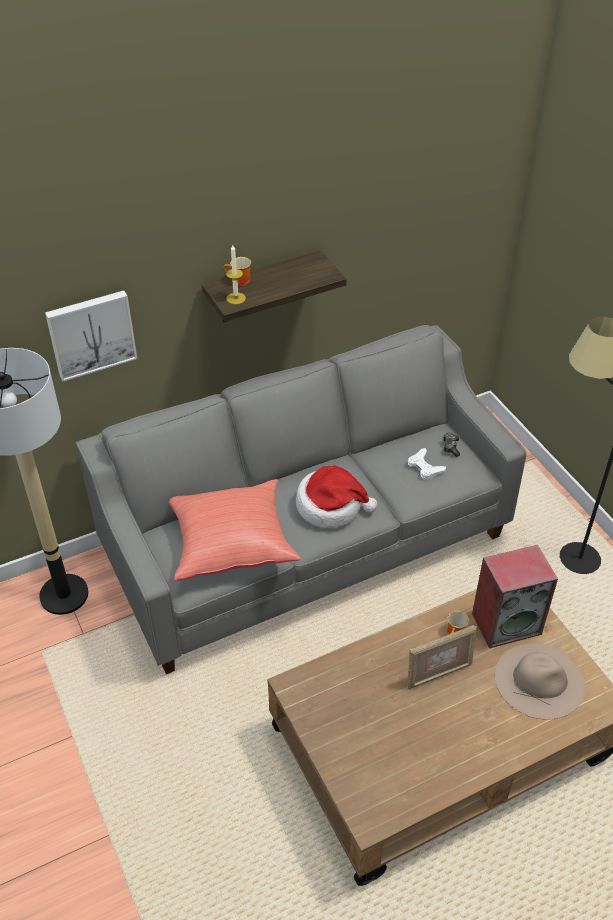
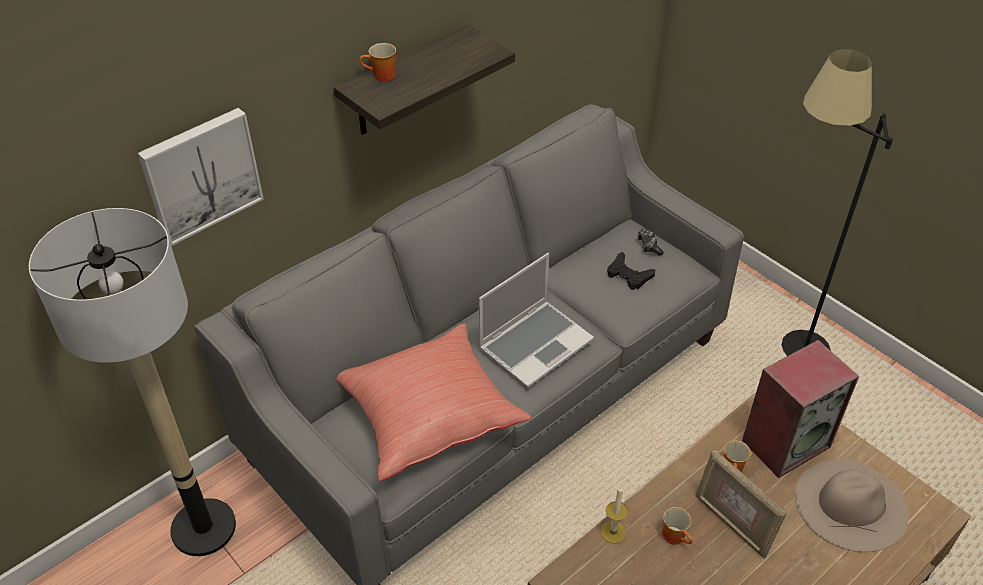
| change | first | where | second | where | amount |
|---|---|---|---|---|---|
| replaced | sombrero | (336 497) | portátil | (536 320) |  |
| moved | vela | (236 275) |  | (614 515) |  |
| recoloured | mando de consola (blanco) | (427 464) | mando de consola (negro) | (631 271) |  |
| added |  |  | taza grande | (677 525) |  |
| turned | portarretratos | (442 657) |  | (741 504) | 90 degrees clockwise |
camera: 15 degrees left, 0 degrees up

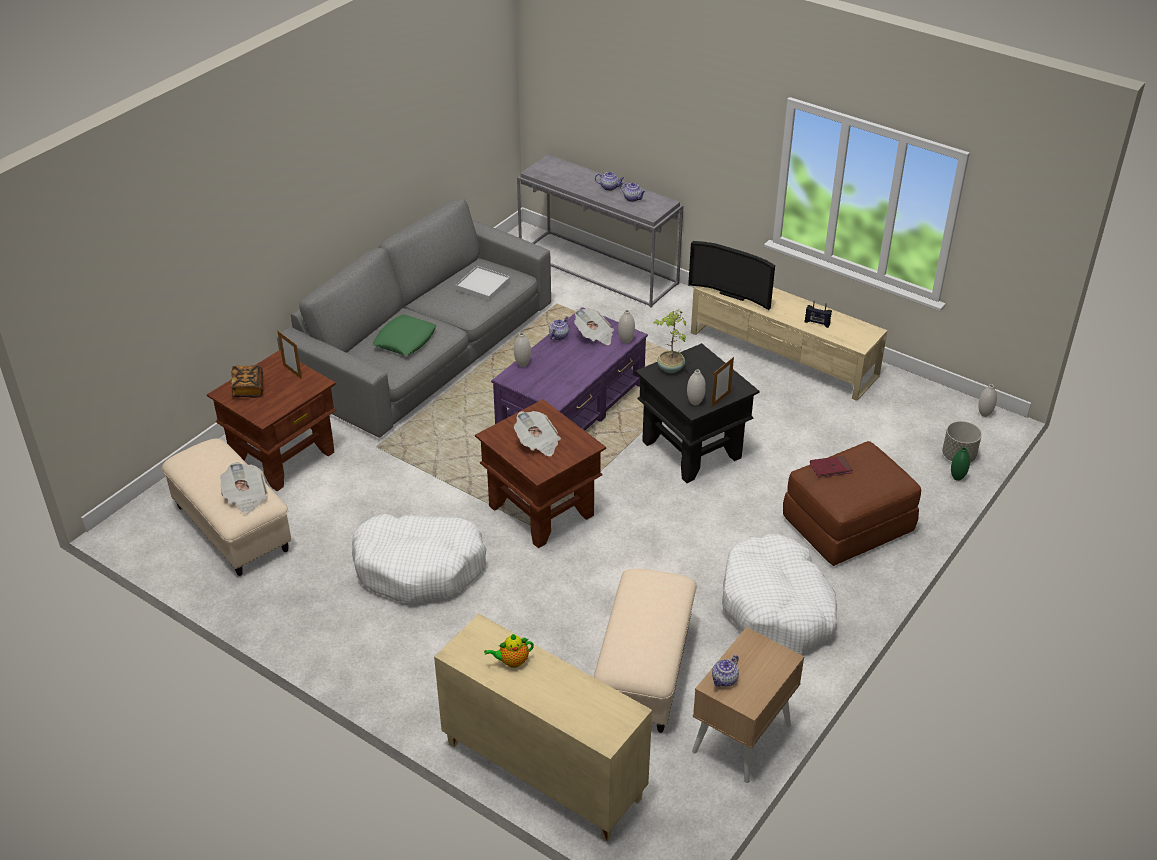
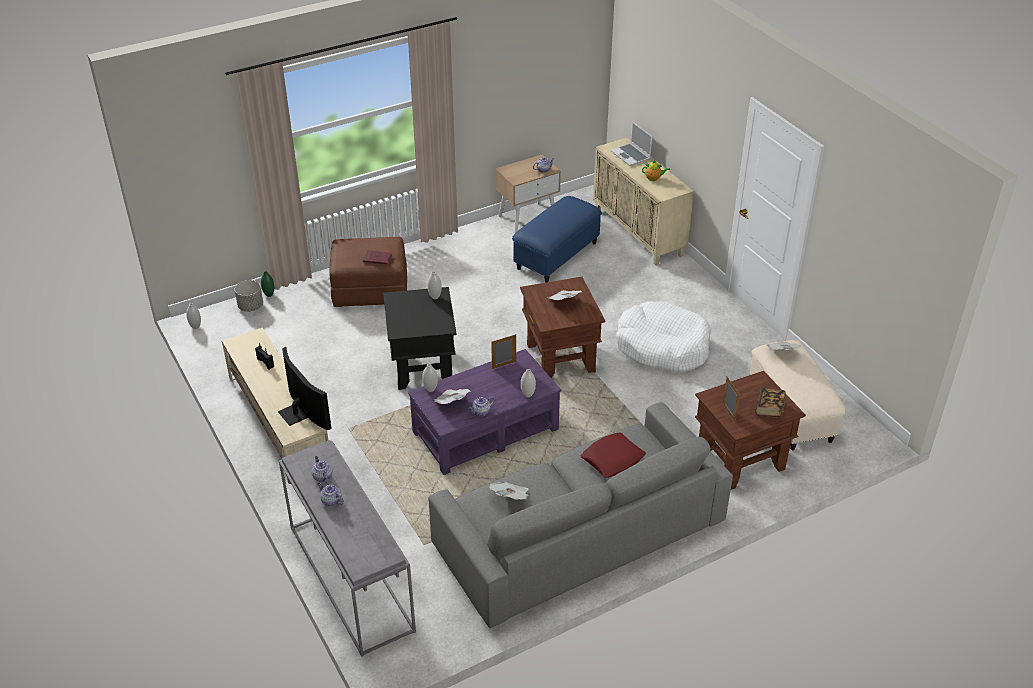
| change | first | where | second | where | amount |
|---|---|---|---|---|---|
| replaced | bandeja (blanco) | (483 283) | periódico | (509 491) |  |
| moved | portarretratos | (722 382) |  | (503 351) |  |
| recoloured | puf (beis) | (645 651) | puf (azul) | (557 239) |  |
| recoloured | cojín (verde) | (405 334) | cojín (rojo) | (613 455) |  |
| added |  |  | portátil | (631 144) |  |
| removed | planta en maceta | (670 341) |  |  |  |
| removed | cama para perro (blanco) | (779 593) |  |  |  |
camera: 155 degrees left, 0 degrees up

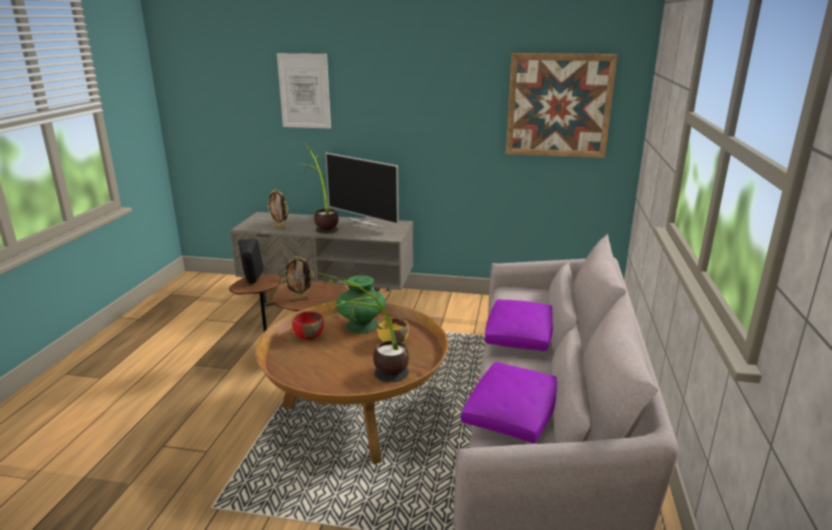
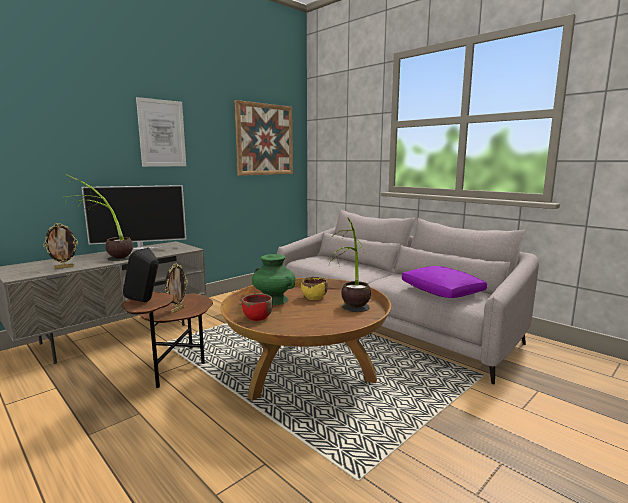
| change | first | where | second | where | amount |
|---|---|---|---|---|---|
| moved | cuadro | (304 91) |  | (161 132) |  |
| removed | cojín (morado) | (519 325) |  |  |  |
camera: 55 degrees left, 10 degrees down

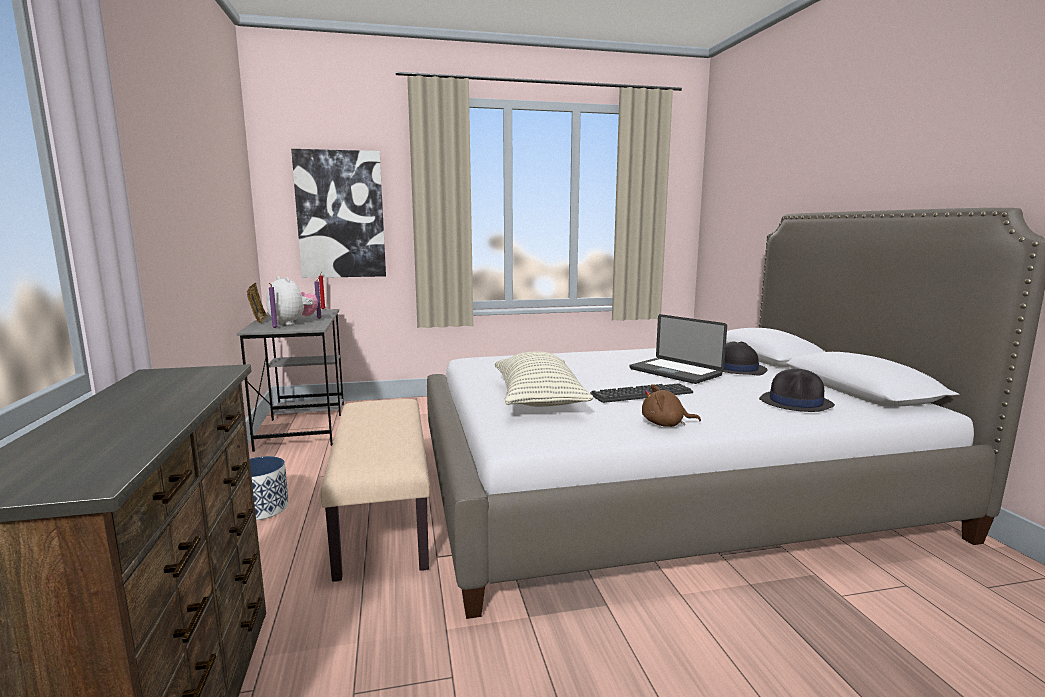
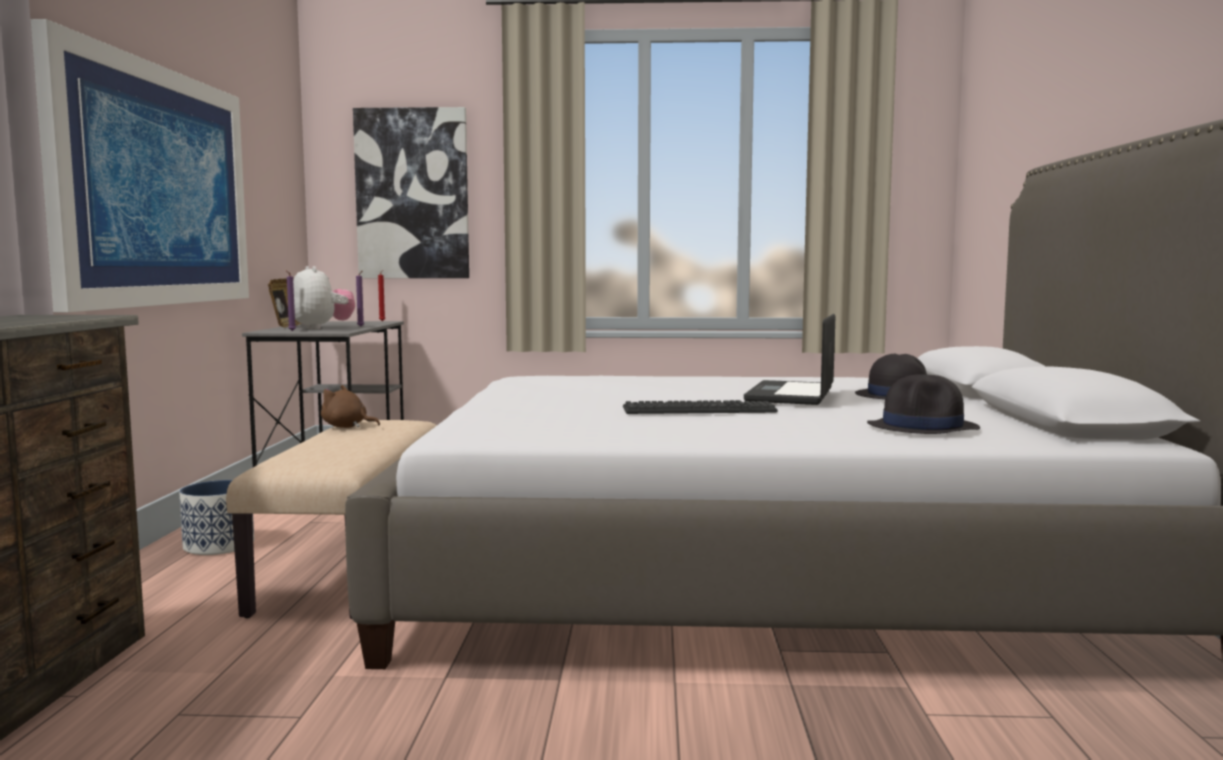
| change | first | where | second | where | amount |
|---|---|---|---|---|---|
| added |  |  | cuadro | (140 165) |  |
| moved | peluche (marrón) | (671 405) |  | (350 406) |  |
| turned | portátil | (678 349) |  | (789 359) | 45 degrees clockwise |
| removed | cojín | (543 379) |  |  |  |
camera: 15 degrees right, 5 degrees down

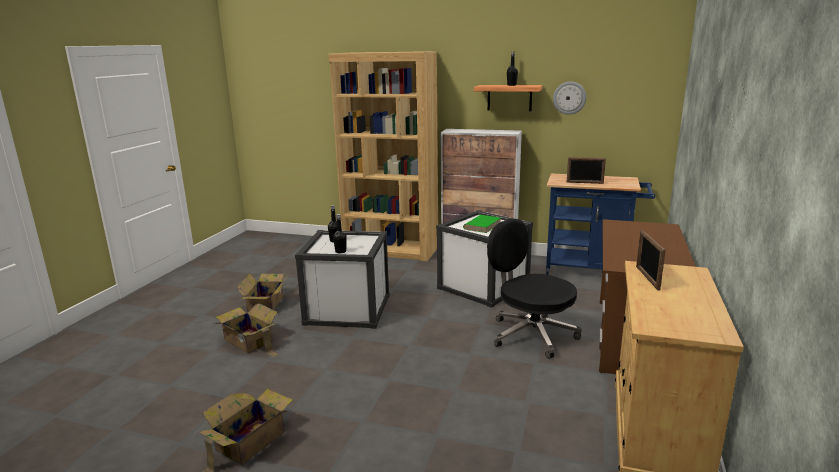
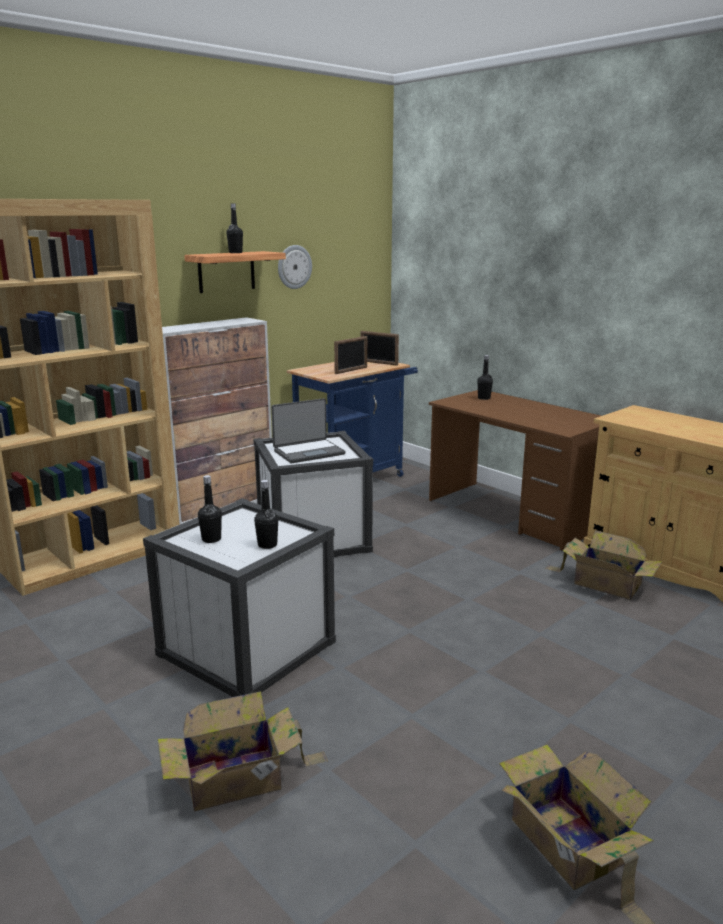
| change | first | where | second | where | amount |
|---|---|---|---|---|---|
| replaced | libro (verde) | (482 224) | portátil | (308 430) |  |
| moved | portarretratos | (651 260) |  | (379 348) |  |
| added |  |  | botella (negro) | (485 377) |  |
| moved | caja de cartón | (262 293) |  | (603 565) |  |
| removed | silla de oficina (negro) | (534 288) |  |  |  |
camera: 60 degrees left, 0 degrees up

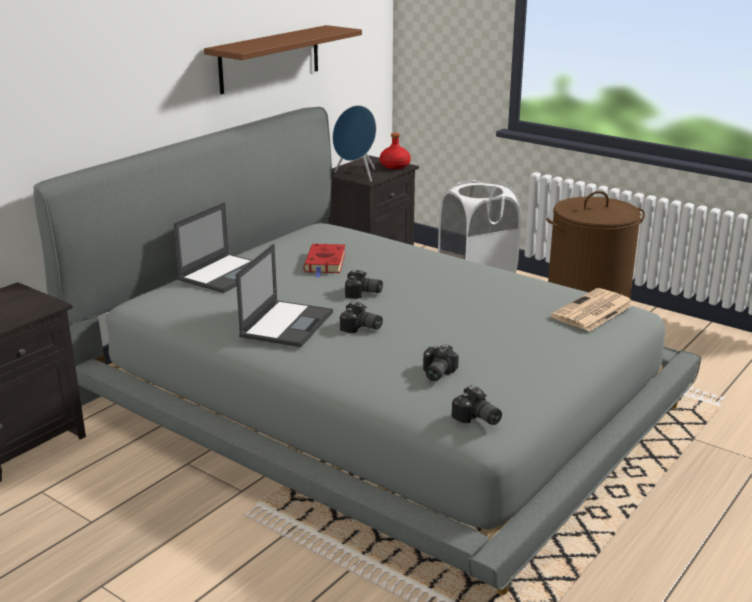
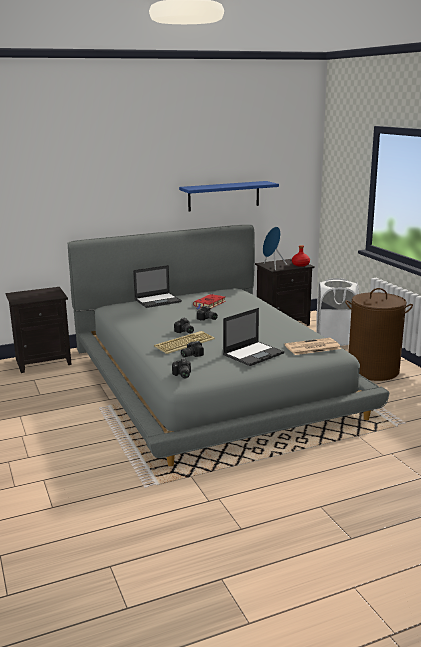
| change | first | where | second | where | amount |
|---|---|---|---|---|---|
| added |  |  | teclado | (184 342) |  |
| recoloured | estante (marrón) | (283 59) | estante (azul) | (229 196) |  |
| moved | portátil | (284 295) |  | (253 337) |  |
camera: 30 degrees right, 5 degrees down

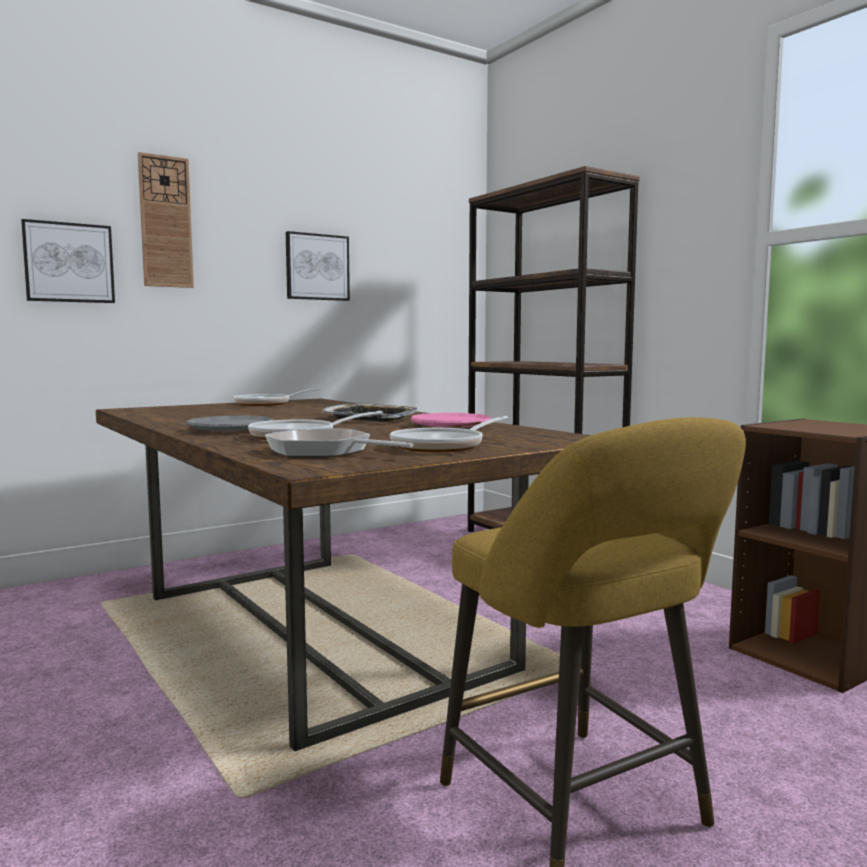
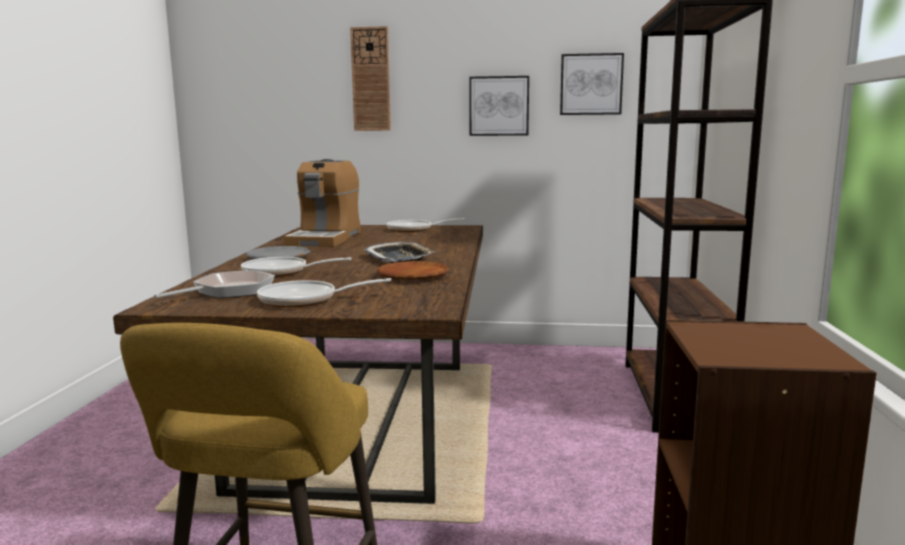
| change | first | where | second | where | amount |
|---|---|---|---|---|---|
| turned | sartén | (339 443) |  | (214 284) | 60 degrees clockwise |
| added |  |  | cafetera | (322 203) |  |
| recoloured | plato (rosa) | (451 420) | plato (marrón) | (413 270) |  |
| moved | cuadro | (68 261) |  | (592 84) |  |
camera: 40 degrees right, 5 degrees up

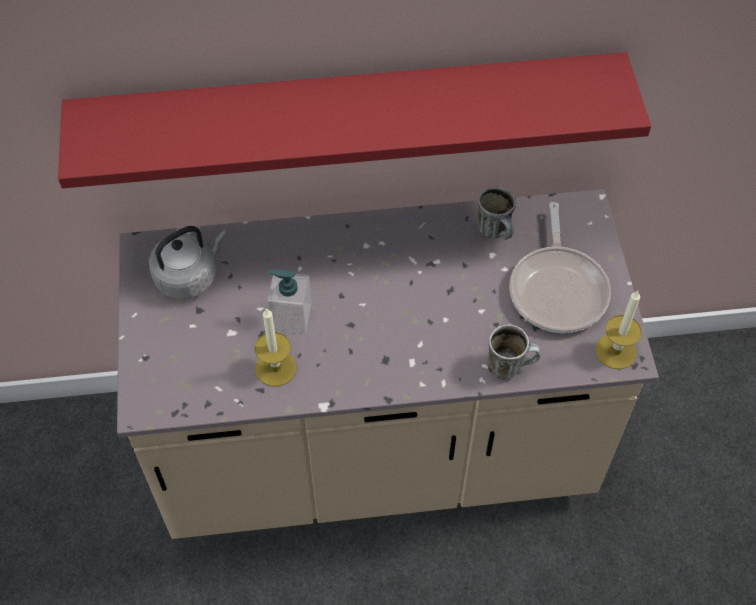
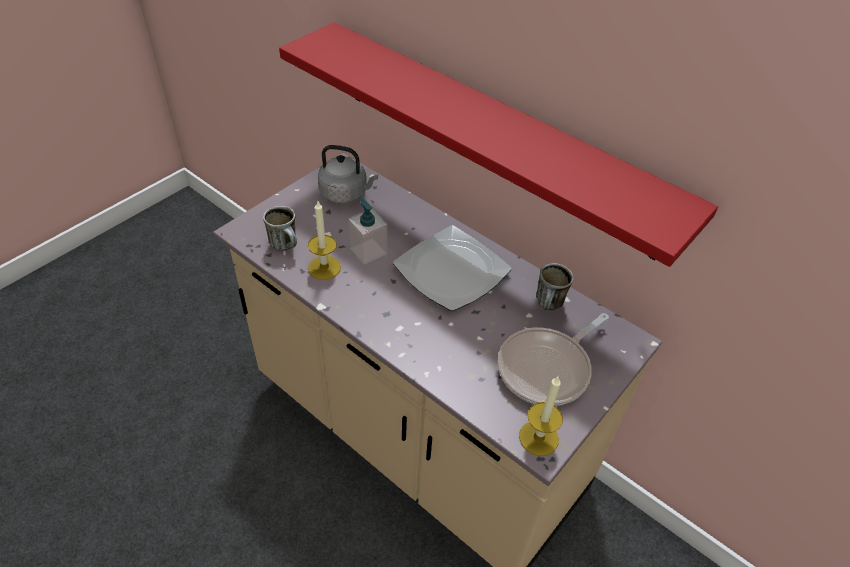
| change | first | where | second | where | amount |
|---|---|---|---|---|---|
| moved | taza grande | (514 351) |  | (280 228) |  |
| added |  |  | plato | (452 268) |  |
camera: 45 degrees right, 10 degrees down

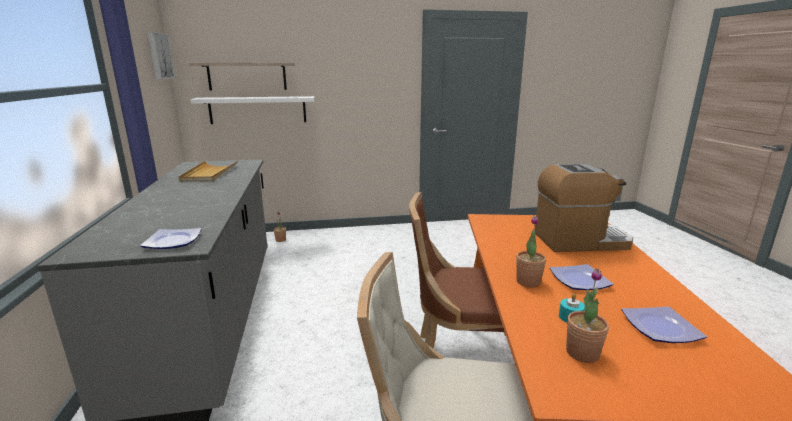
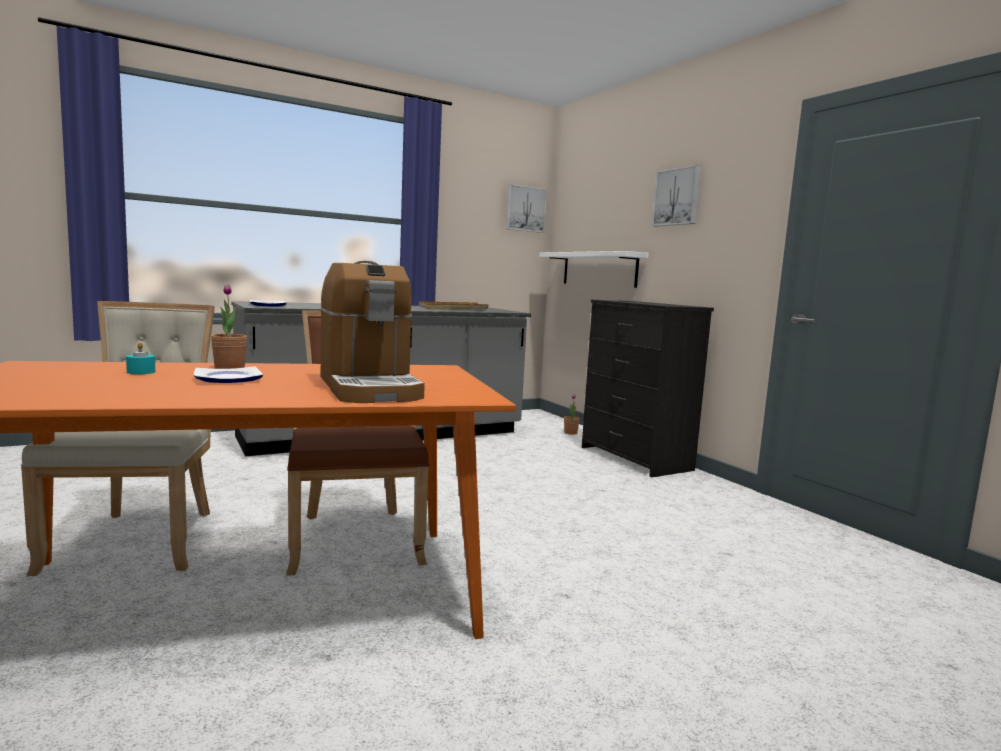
| change | first | where | second | where | amount |
|---|---|---|---|---|---|
| added |  |  | cómoda (negro) | (648 389) |  |
| added |  |  | cuadro | (677 195) |  |
| removed | estante | (241 76) |  |  |  |
| removed | planta en maceta | (587 315) |  |  |  |
| removed | plato | (664 325) |  |  |  |
camera: 70 degrees right, 10 degrees down

